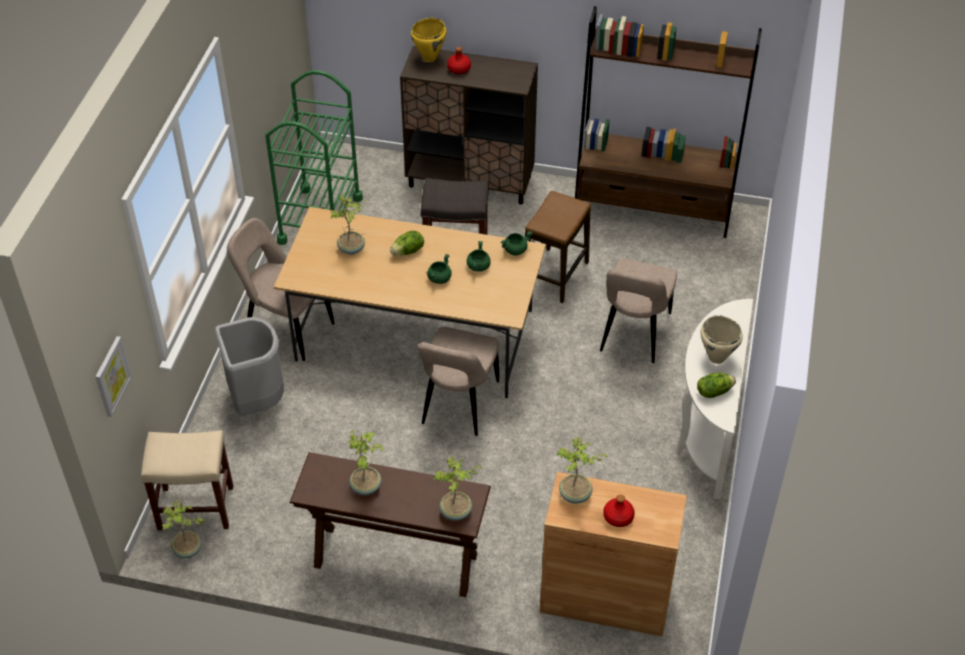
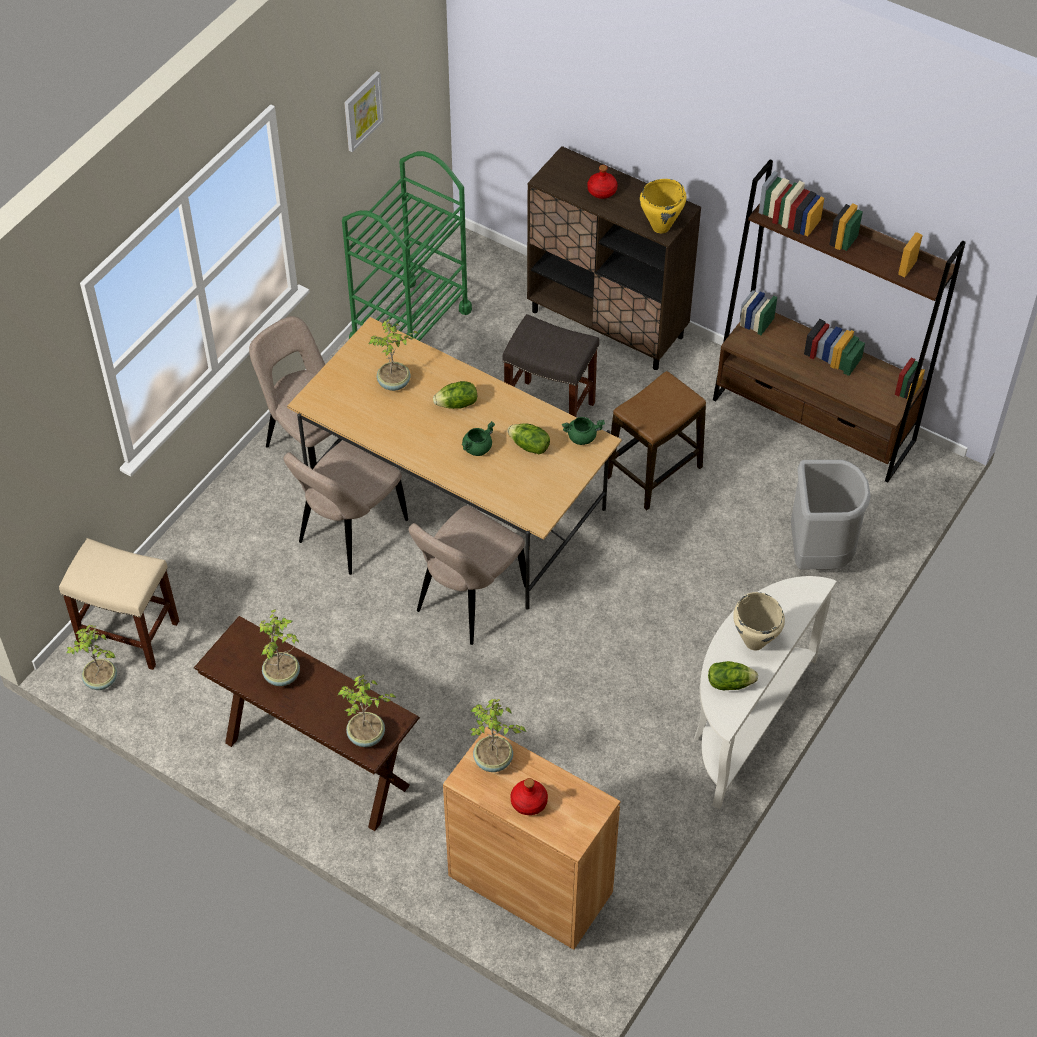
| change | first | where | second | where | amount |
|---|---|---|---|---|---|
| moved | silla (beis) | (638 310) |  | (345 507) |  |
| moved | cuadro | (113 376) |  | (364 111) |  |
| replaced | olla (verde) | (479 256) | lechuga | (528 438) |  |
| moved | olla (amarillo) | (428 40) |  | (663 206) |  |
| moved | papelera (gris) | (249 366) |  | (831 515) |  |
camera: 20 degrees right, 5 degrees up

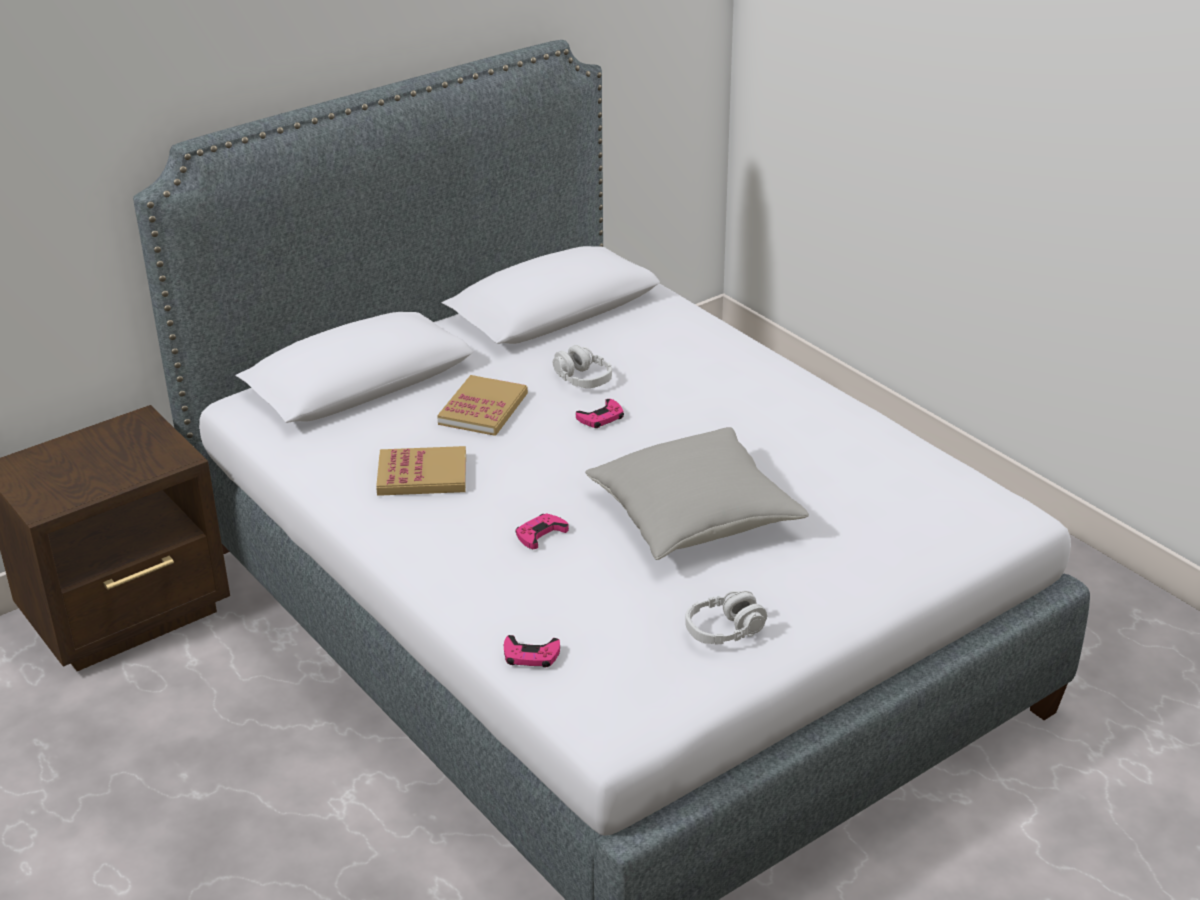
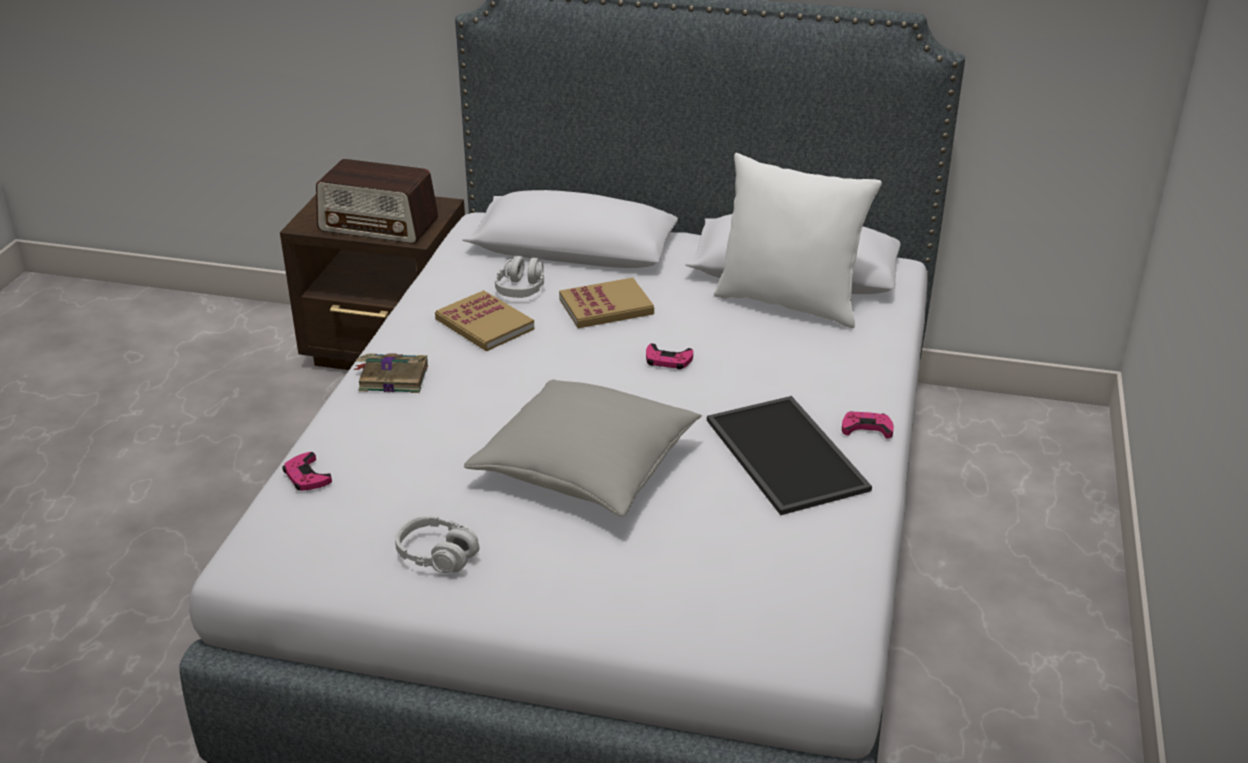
| change | first | where | second | where | amount |
|---|---|---|---|---|---|
| added |  |  | radio | (377 201) |  |
| added |  |  | libro | (390 373) |  |
| moved | auriculares (gris) | (582 366) |  | (519 277) |  |
| added |  |  | bandeja | (789 455) |  |
| added |  |  | cojín (blanco) | (798 240) |  |
| moved | mando de consola (rosa) | (542 531) |  | (868 425) |  |
camera: 50 degrees right, 0 degrees up

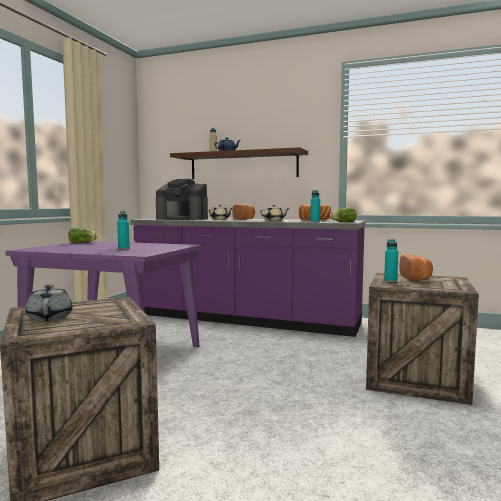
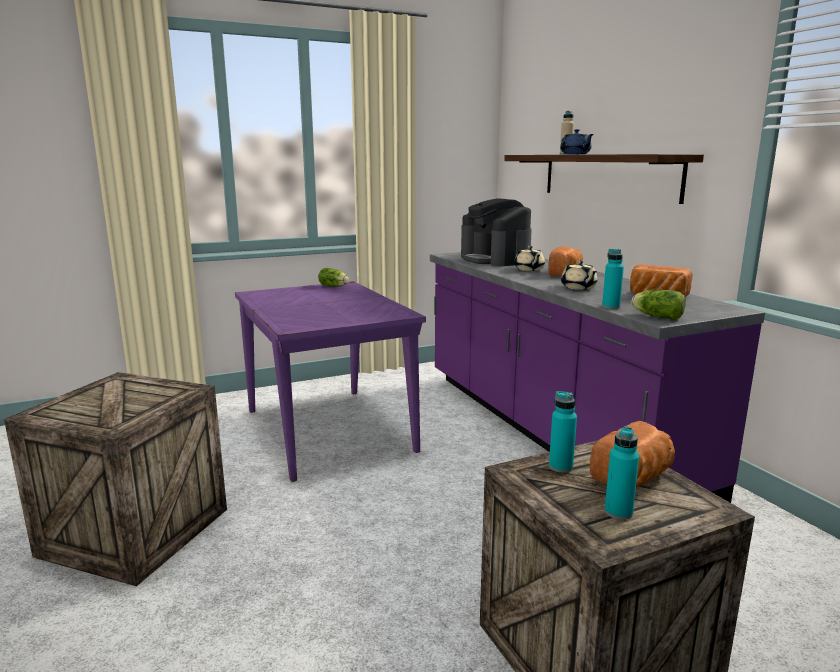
| change | first | where | second | where | amount |
|---|---|---|---|---|---|
| moved | botella (turquesa) | (123 230) |  | (622 473) |  |
| removed | tetera (gris) | (49 303) |  |  |  |
camera: 45 degrees right, 10 degrees up

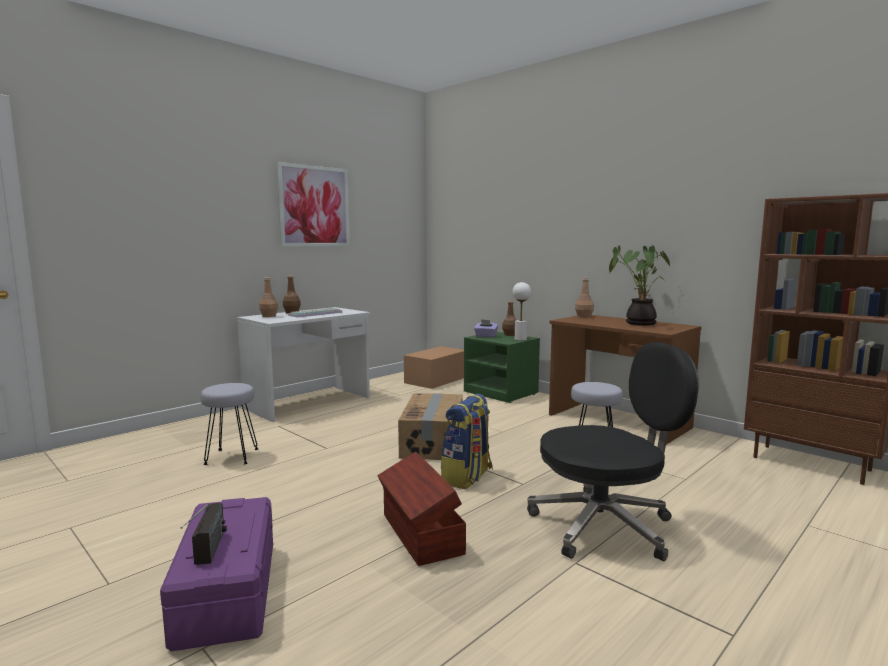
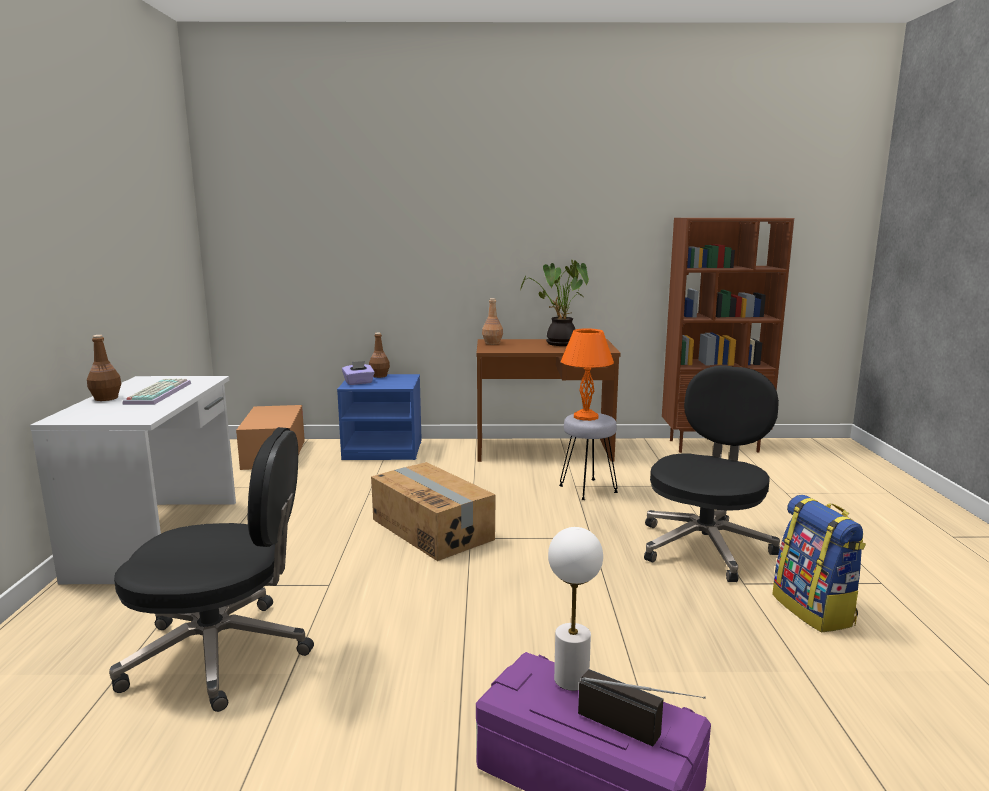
| change | first | where | second | where | amount |
|---|---|---|---|---|---|
| replaced | taburete (gris) | (229 424) | silla de oficina (negro) | (211 569) |  |
| recoloured | mesita de noche (verde) | (502 367) | mesita de noche (azul) | (379 417) |  |
| moved | lámpara de mesa (blanco) | (521 311) |  | (575 609) |  |
| added |  |  | lámpara de mesa (naranja) | (587 375) |  |
| moved | mochila | (467 441) |  | (819 564) |  |
| removed | botella (marrón) | (268 297) |  |  |  |
| removed | cuadro | (313 204) |  |  |  |
| removed | caja de almacenaje (marrón) | (421 509) |  |  |  |
camera: 45 degrees left, 5 degrees up

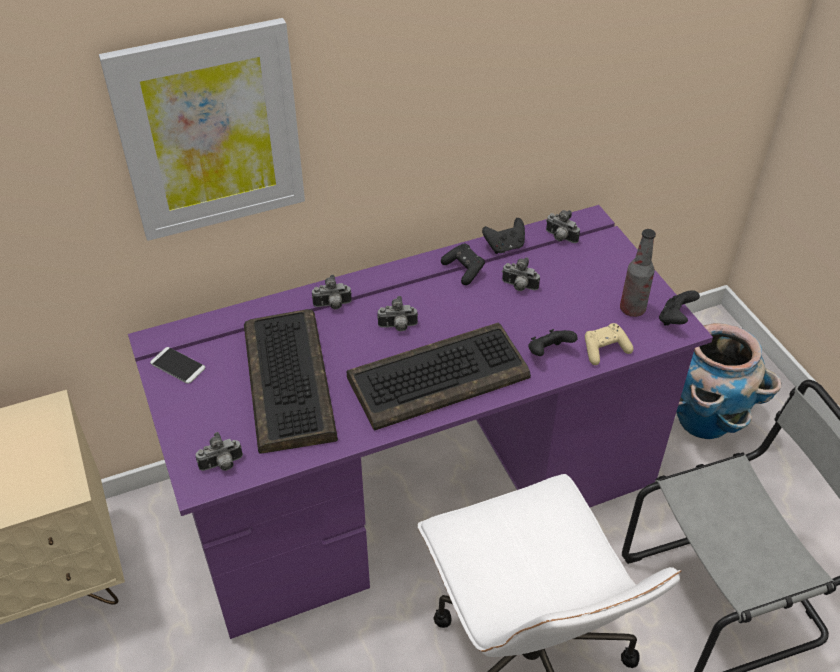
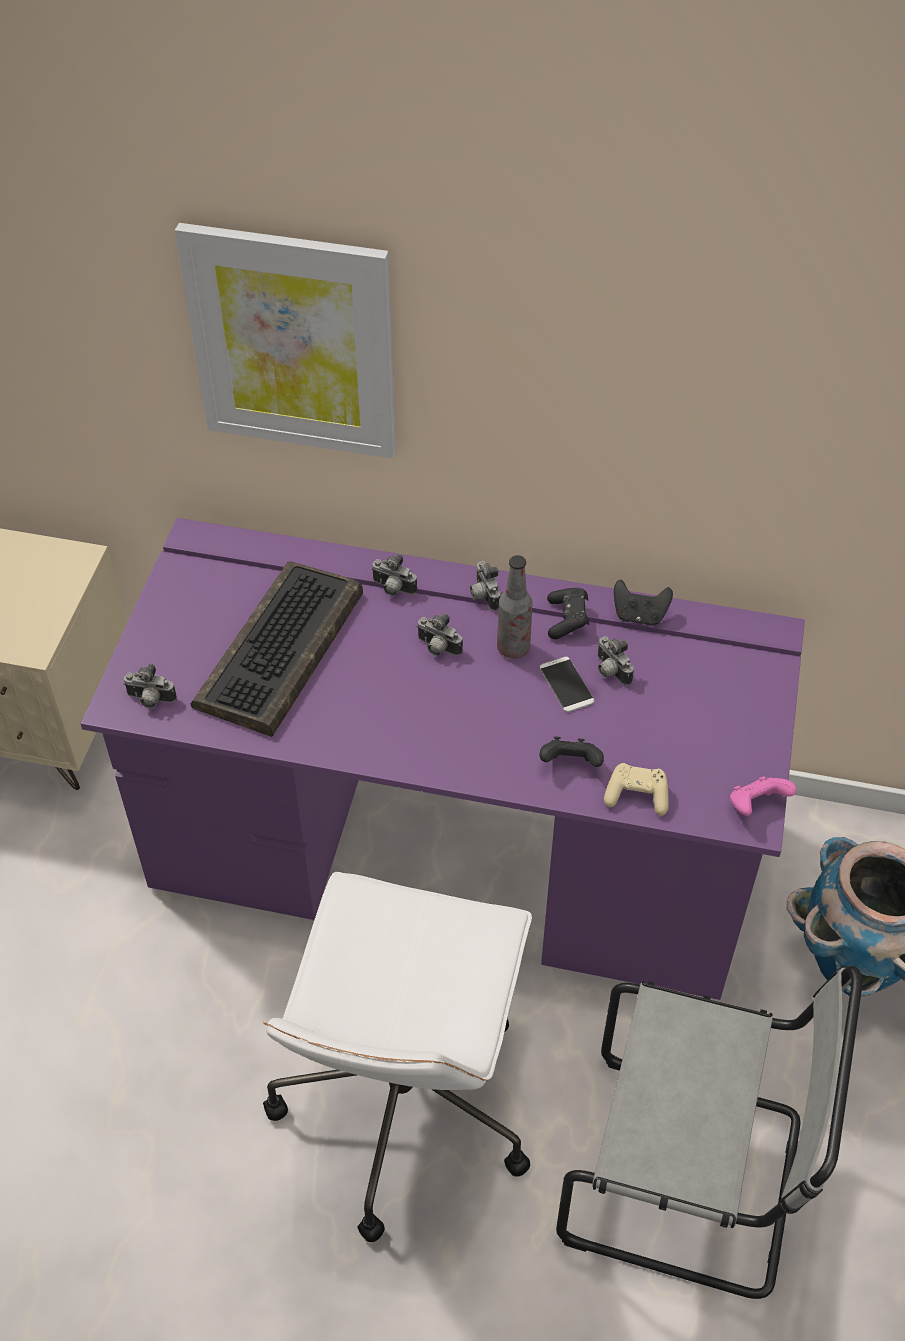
| change | first | where | second | where | amount |
|---|---|---|---|---|---|
| moved | cámara | (563 226) |  | (485 586) |  |
| moved | botella | (638 273) |  | (515 607) |  |
| moved | móvil | (177 365) |  | (567 684) |  |
| recoloured | mando de consola (negro) | (679 308) | mando de consola (rosa) | (763 796) |  |
| removed | teclado | (439 376) |  |  |  |
camera: 35 degrees right, 5 degrees up

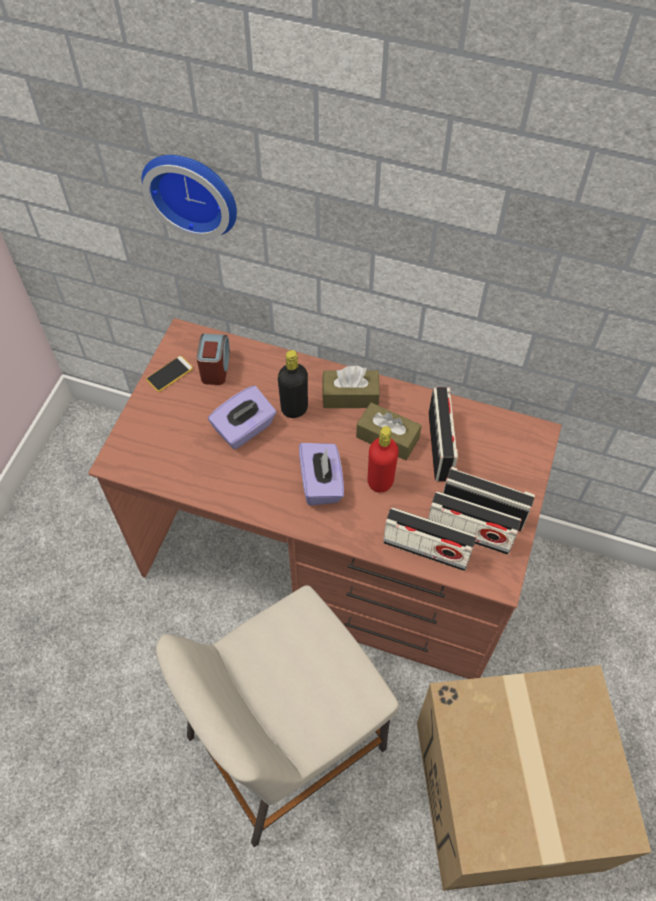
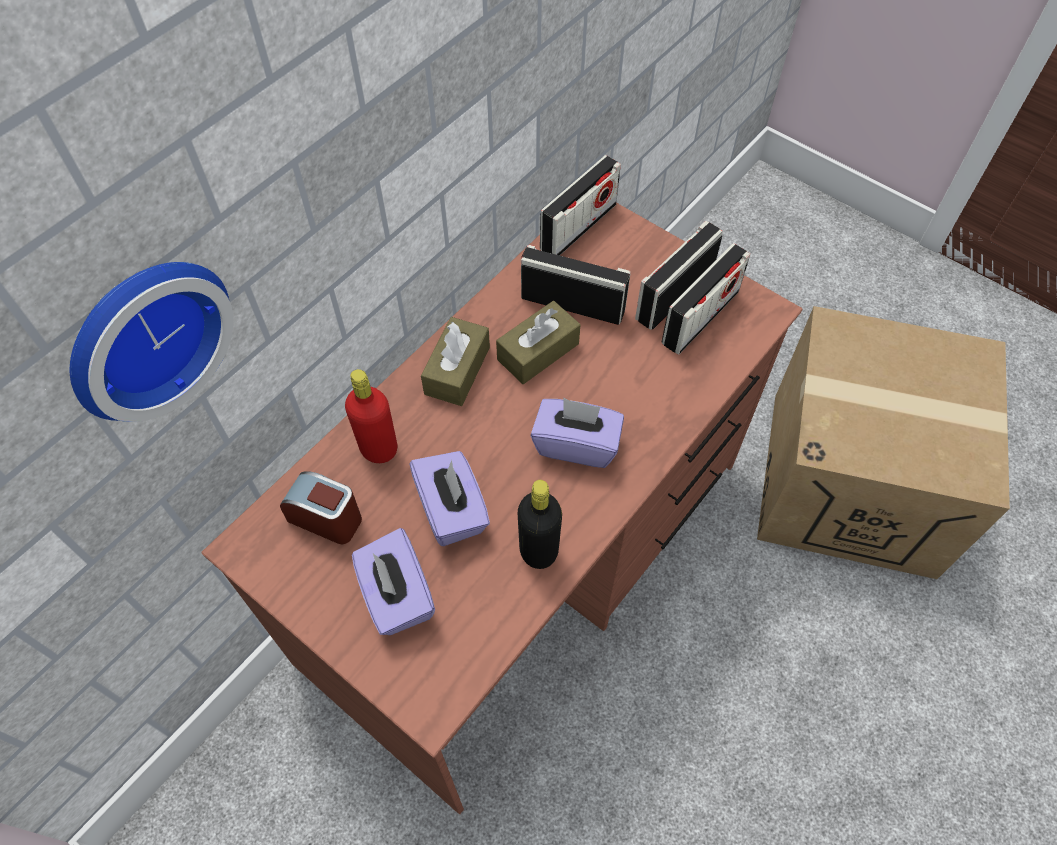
| change | first | where | second | where | amount |
|---|---|---|---|---|---|
| moved | botella (rojo) | (382 459) |  | (371 416) |  |
| added |  |  | caja de pañuelos (morado) | (393 581) |  |
| moved | botella (negro) | (293 384) |  | (540 524) |  |
| moved | radio | (430 539) |  | (580 205) |  |
| removed | móvil | (169 374) |  |  |  |
| removed | taburete (beis) | (277 716) |  |  |  |
camera: 70 degrees left, 0 degrees up

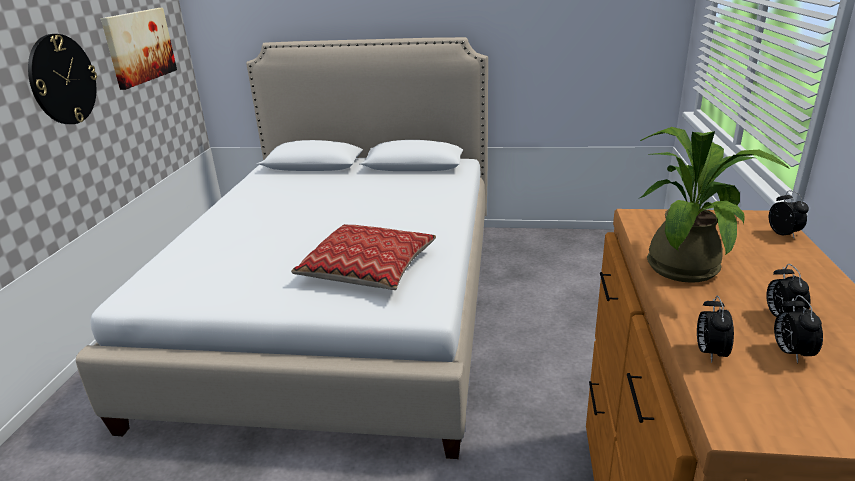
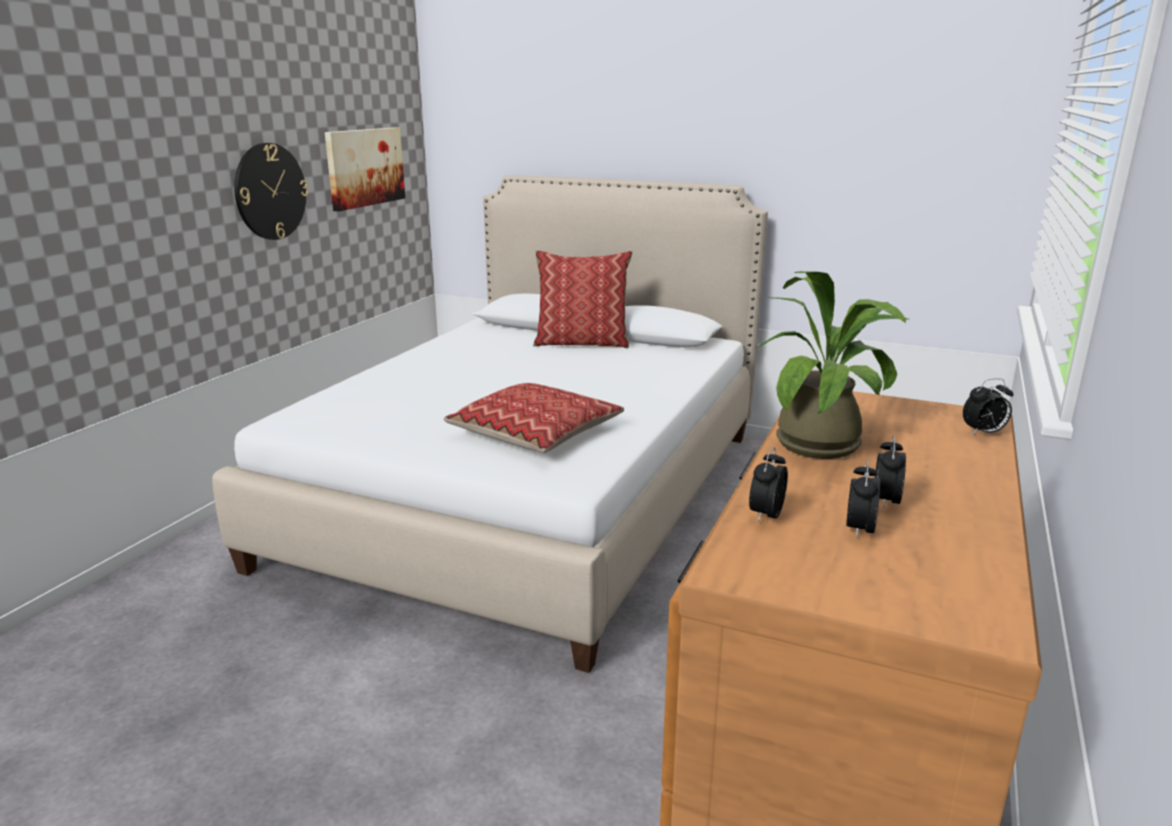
| change | first | where | second | where | amount |
|---|---|---|---|---|---|
| added |  |  | cojín | (583 299) |  |
| turned | despertador | (789 214) |  | (988 406) | 75 degrees clockwise |
camera: 15 degrees right, 5 degrees down

